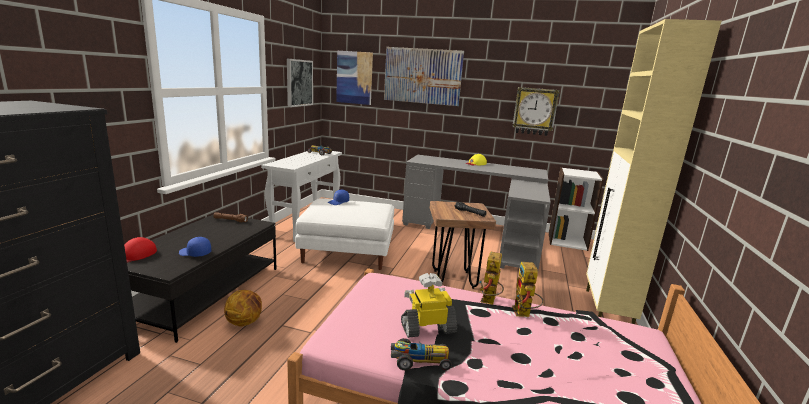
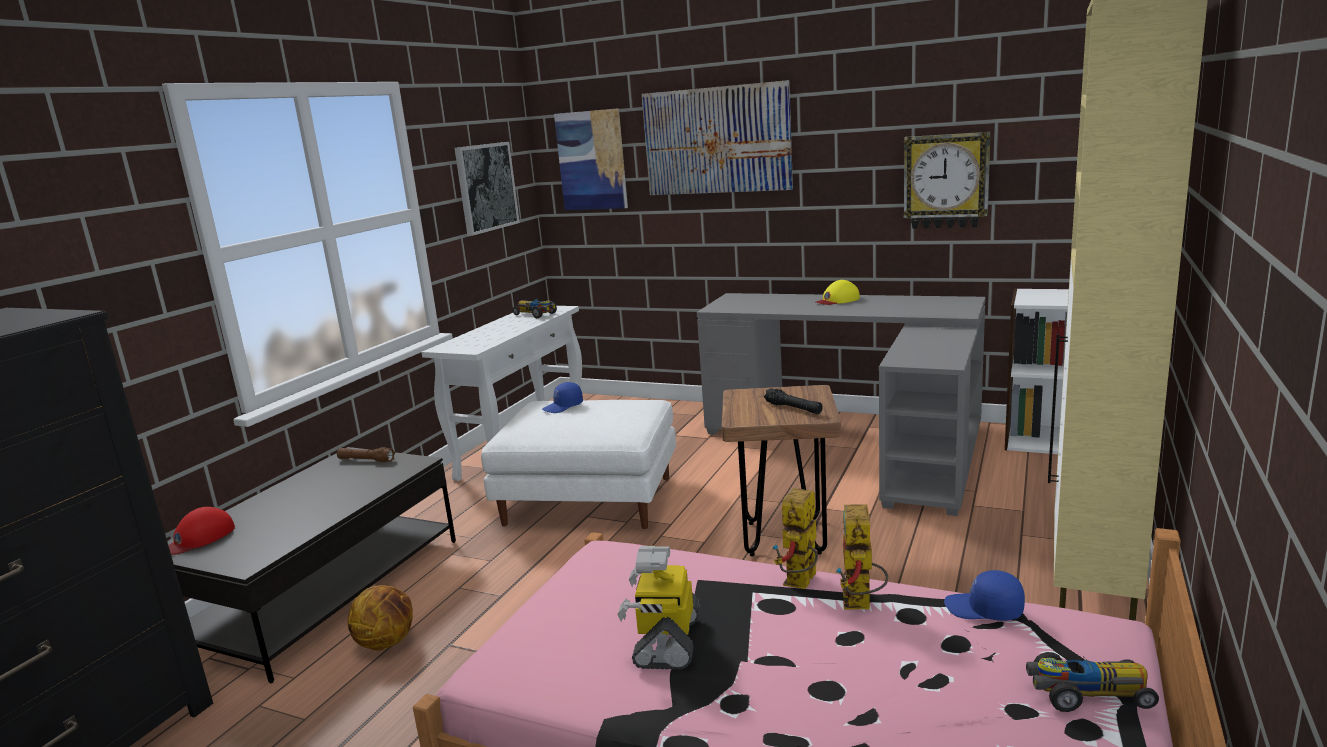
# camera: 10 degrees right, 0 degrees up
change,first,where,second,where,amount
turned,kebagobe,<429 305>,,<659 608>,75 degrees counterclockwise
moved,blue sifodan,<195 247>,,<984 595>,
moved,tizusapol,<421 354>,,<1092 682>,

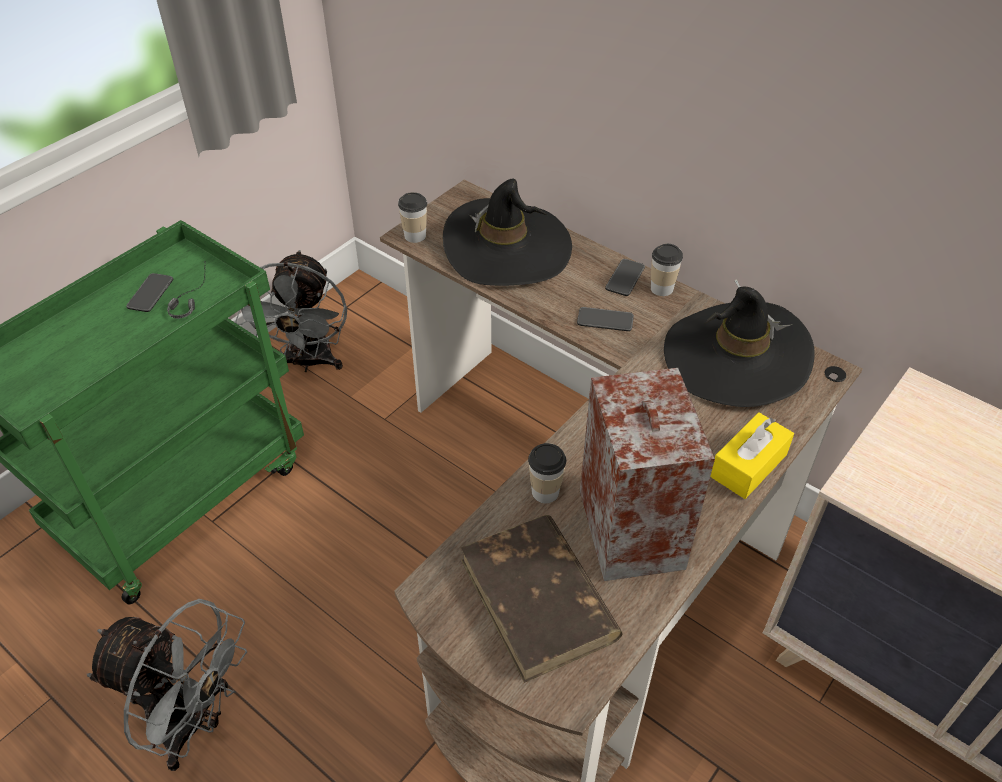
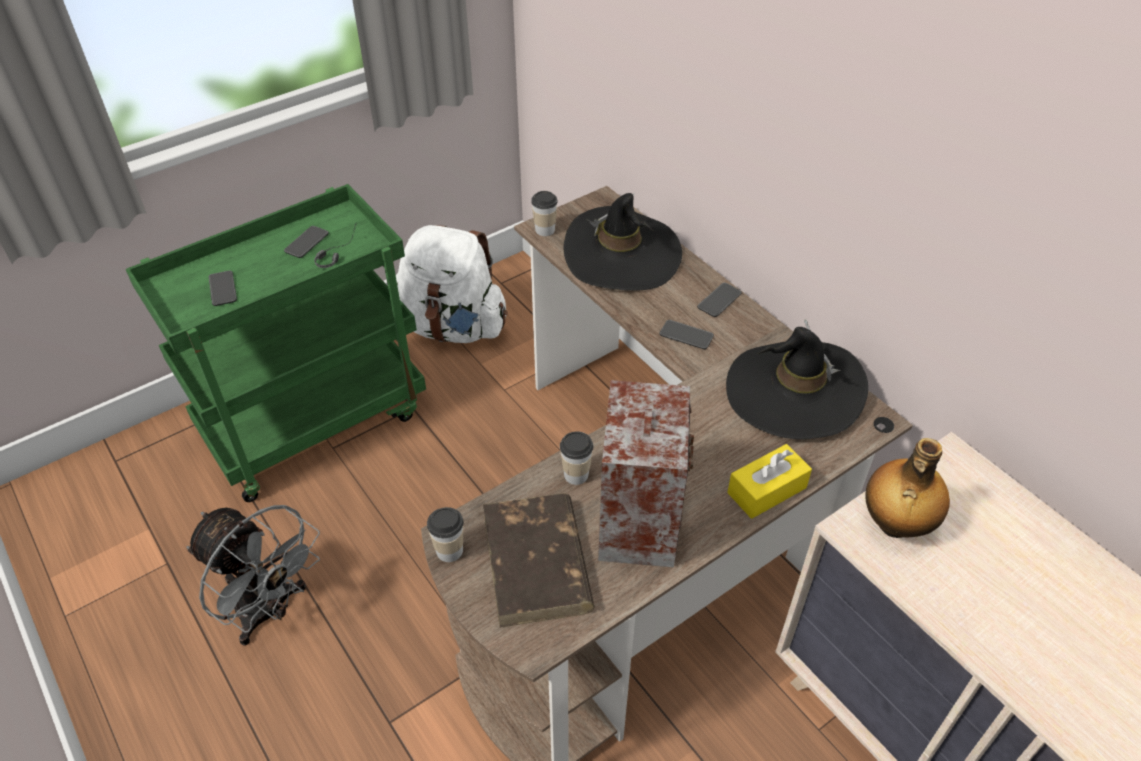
# camera: 15 degrees right, 0 degrees up
change,first,where,second,where,amount
added,,,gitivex,<223 288>,
replaced,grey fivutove,<291 311>,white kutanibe,<452 284>,
moved,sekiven,<667 270>,,<445 534>,
added,,,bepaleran,<907 488>,

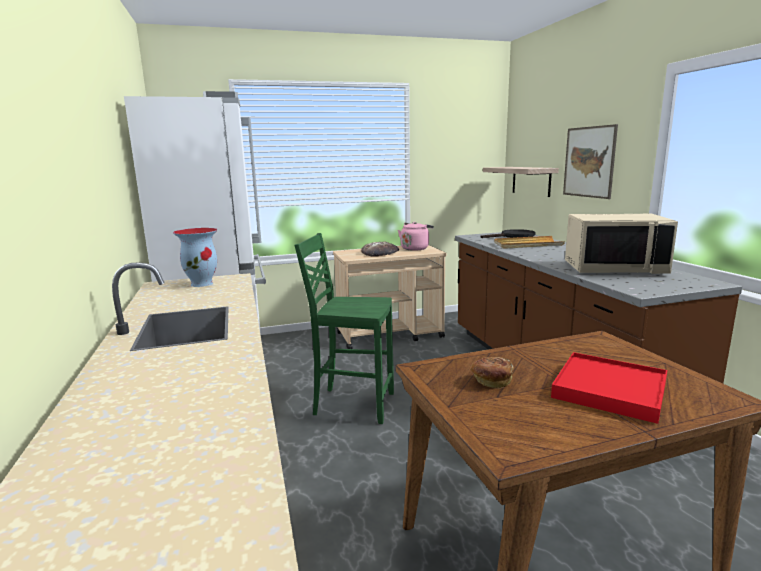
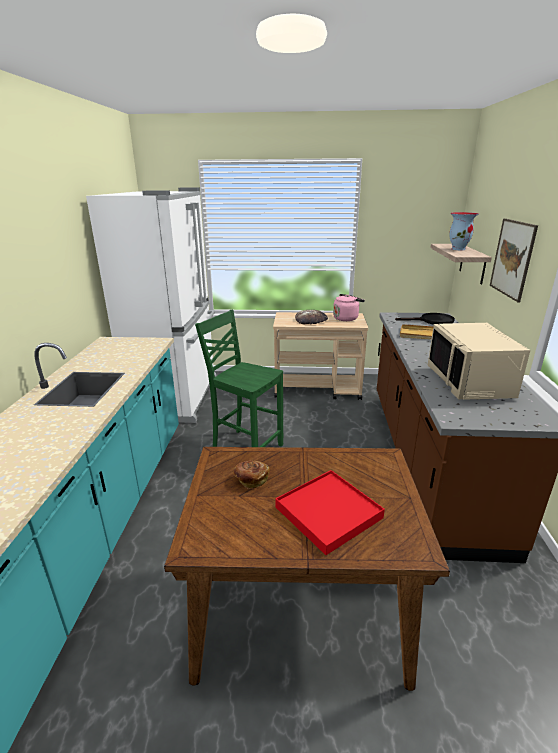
# camera: 20 degrees right, 10 degrees up
change,first,where,second,where,amount
turned,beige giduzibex,<621 244>,,<479 361>,60 degrees clockwise
moved,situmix,<195 257>,,<464 231>,

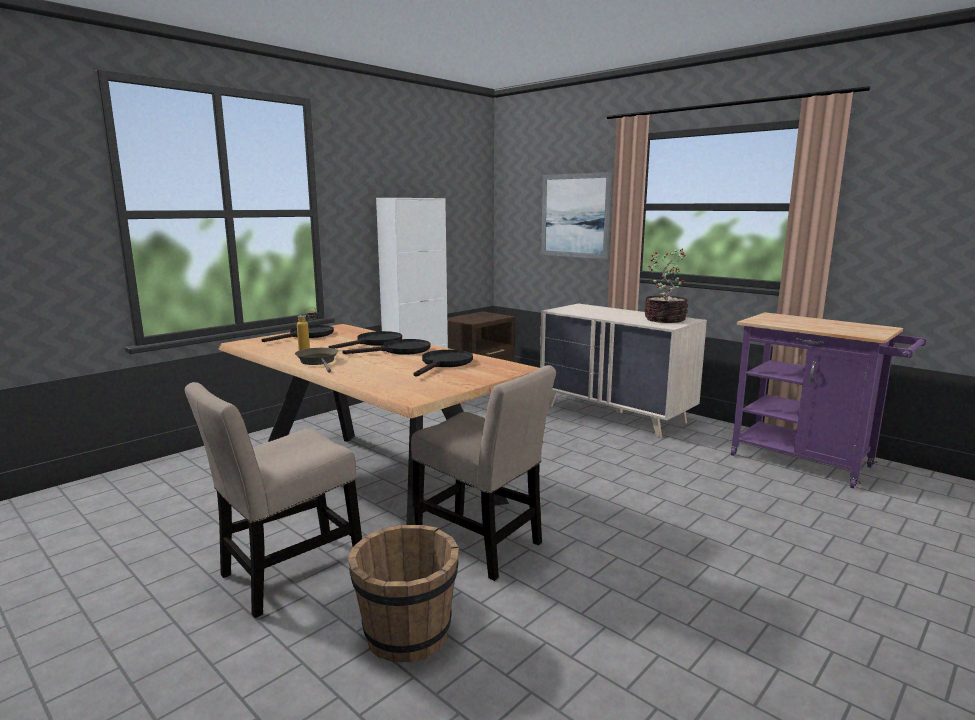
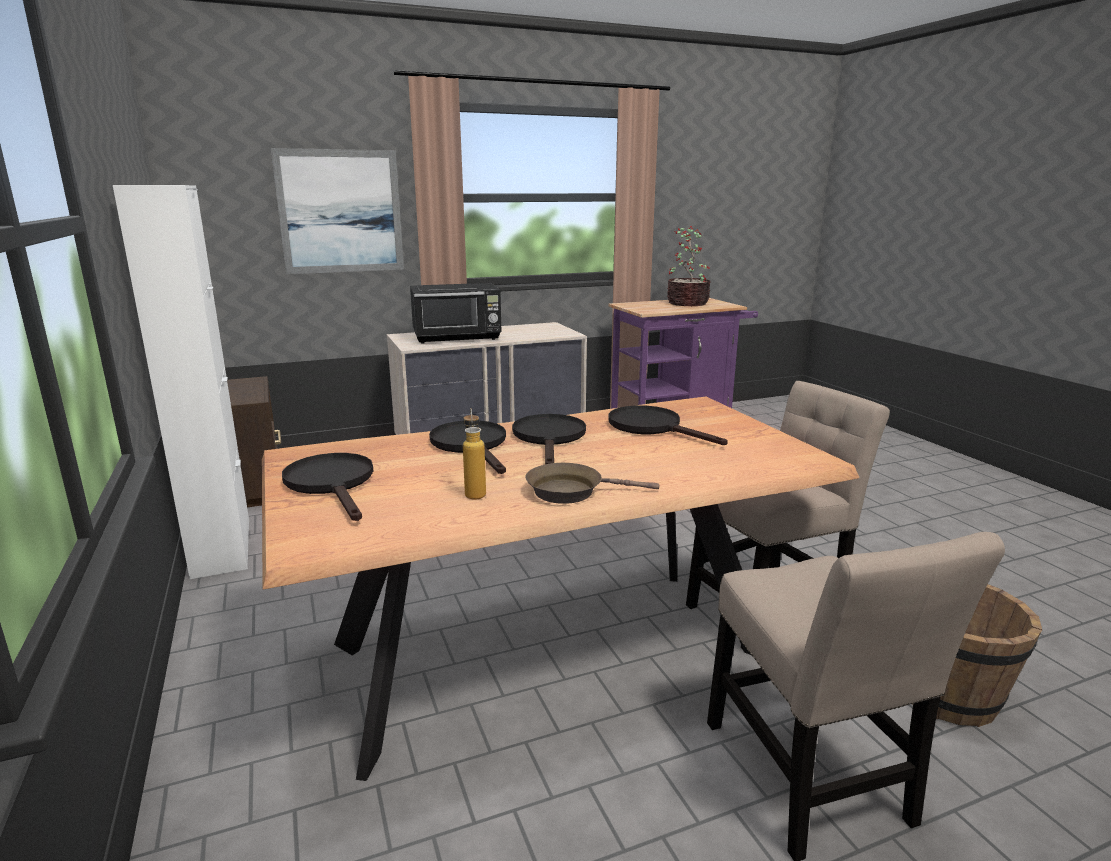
# camera: 65 degrees left, 5 degrees up
change,first,where,second,where,amount
added,,,black giduzibex,<455 313>,
moved,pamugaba,<666 285>,,<689 266>,

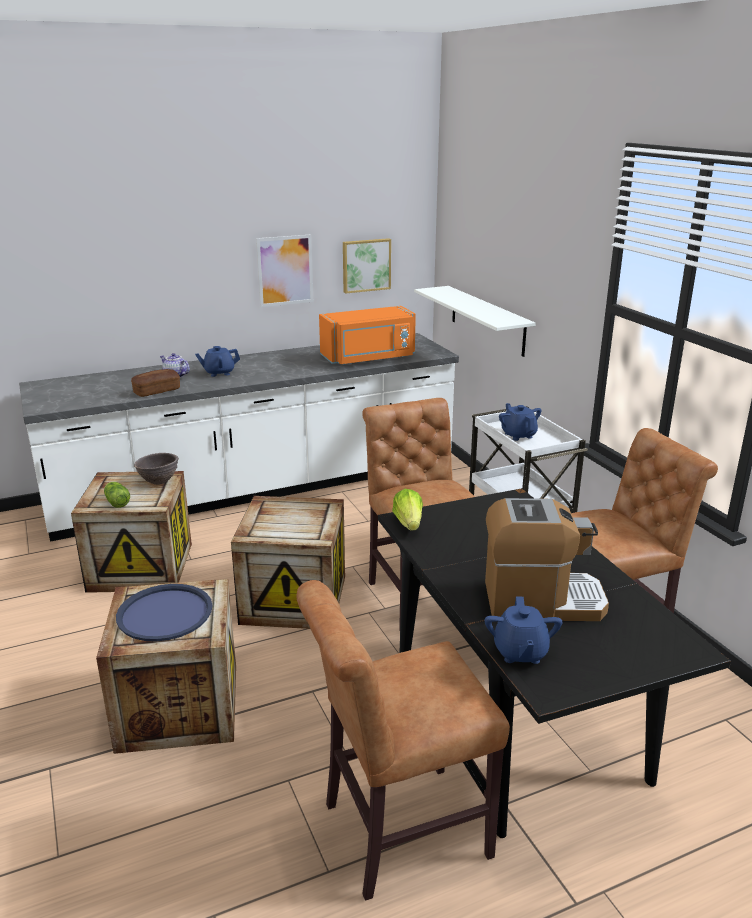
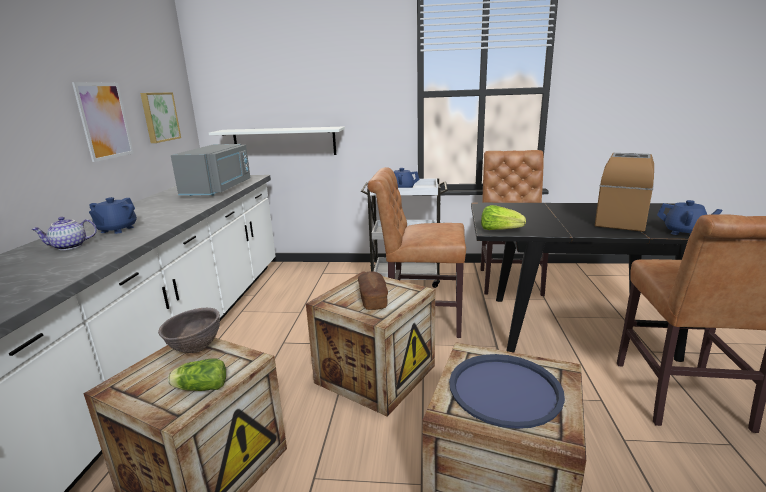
# camera: 60 degrees left, 5 degrees down
change,first,where,second,where,amount
recoloured,orange giduzibex,<367 335>,grey giduzibex,<210 170>,
moved,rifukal,<155 383>,,<373 290>,

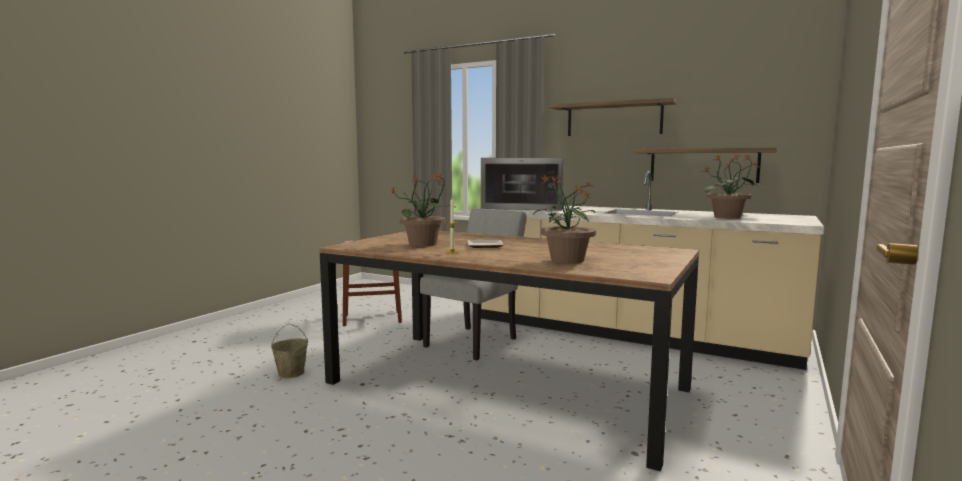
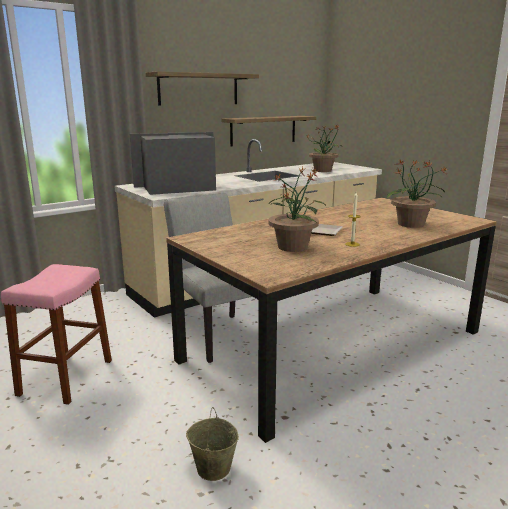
# camera: 65 degrees left, 10 degrees up
change,first,where,second,where,amount
turned,giduzibex,<522 184>,,<173 163>,150 degrees counterclockwise

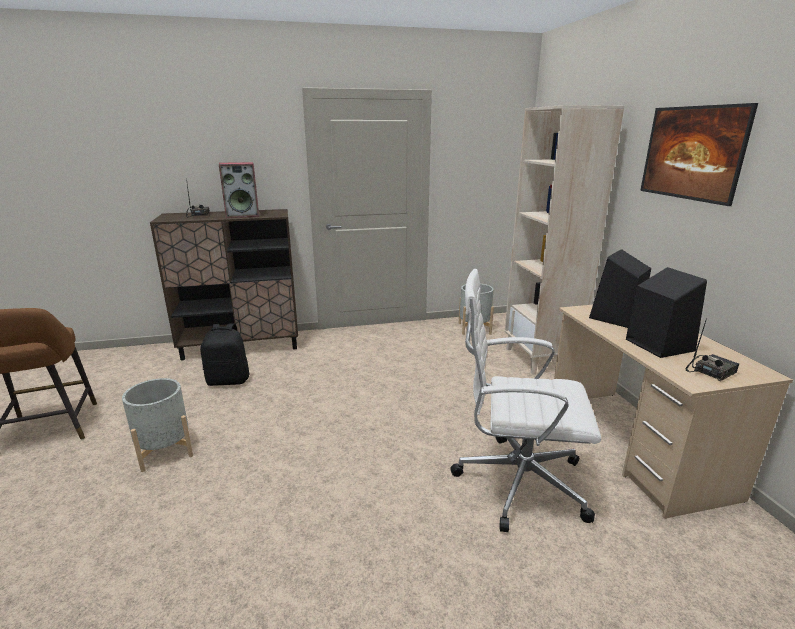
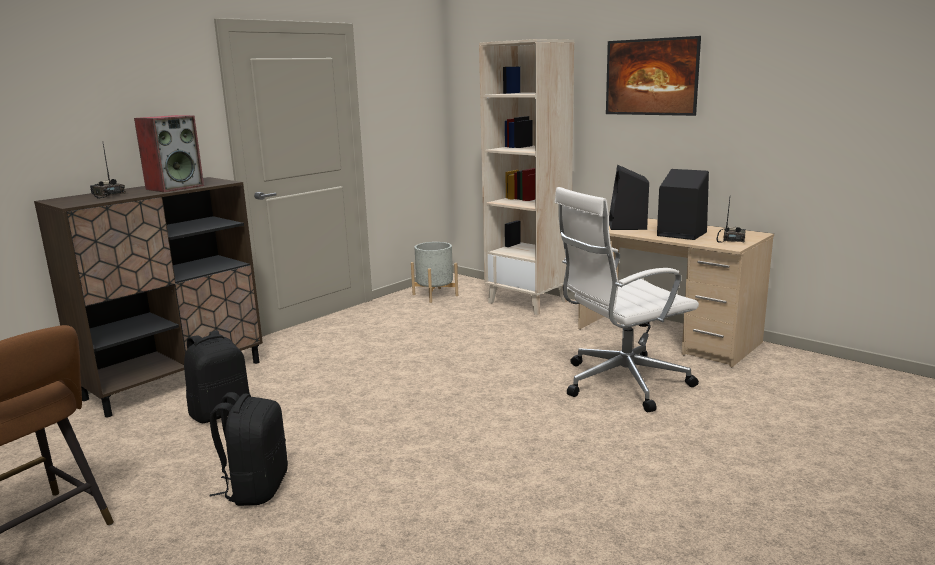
# camera: 35 degrees left, 5 degrees down
change,first,where,second,where,amount
replaced,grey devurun,<157 425>,black kutanibe,<249 449>,

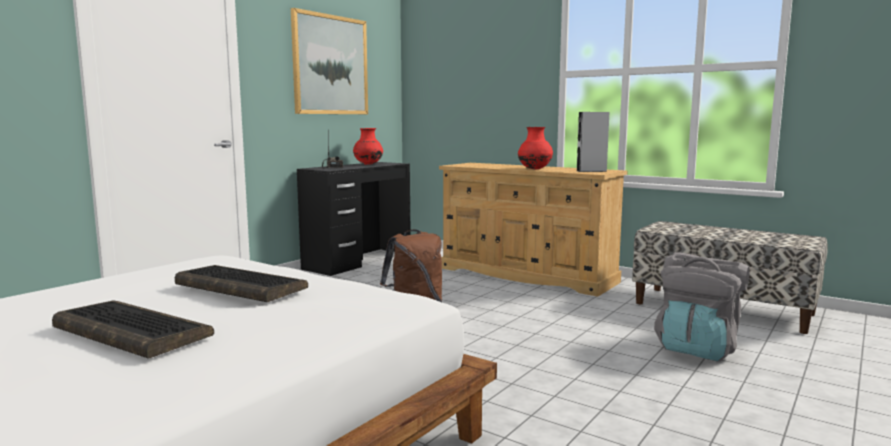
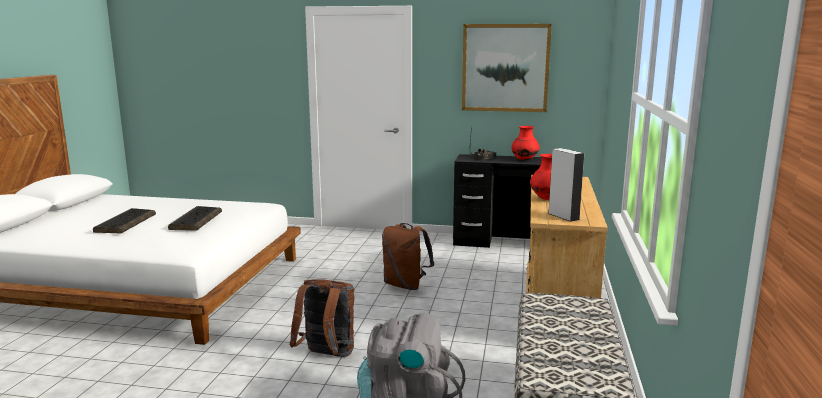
# camera: 65 degrees right, 5 degrees up
change,first,where,second,where,amount
added,,,brown kutanibe,<322 318>,

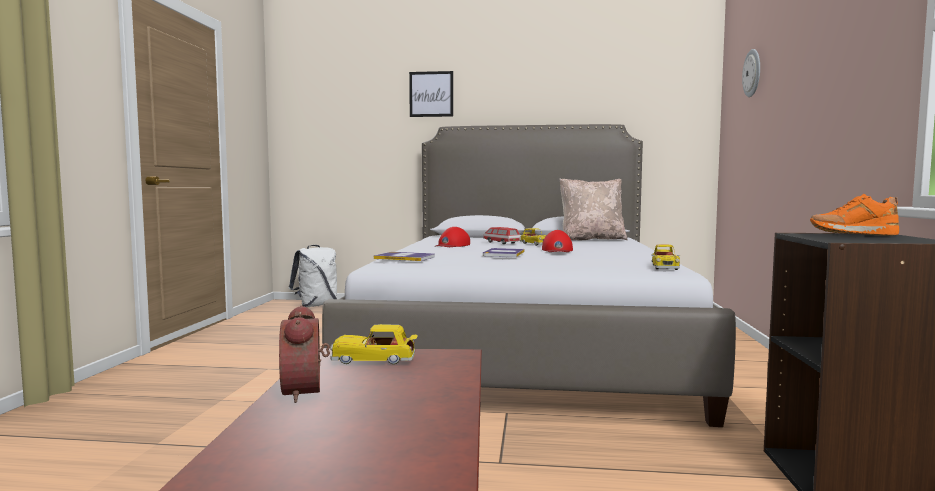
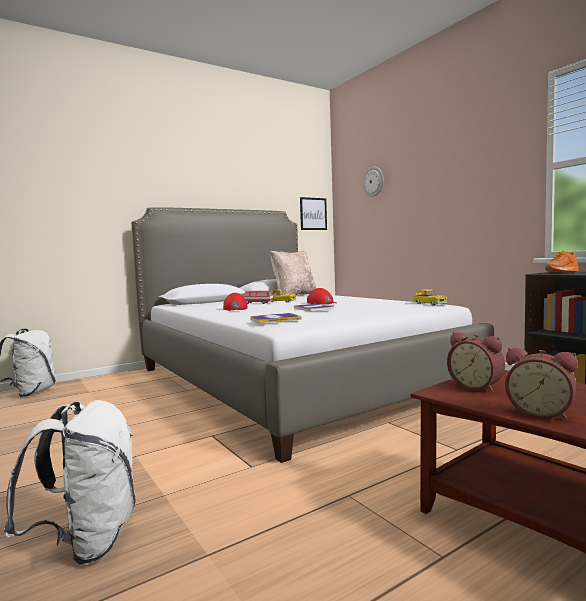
# camera: 40 degrees left, 0 degrees up
change,first,where,second,where,amount
added,,,white kutanibe,<70 482>,
moved,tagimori,<431 94>,,<313 213>,
replaced,tizusapol,<374 344>,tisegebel,<476 362>,

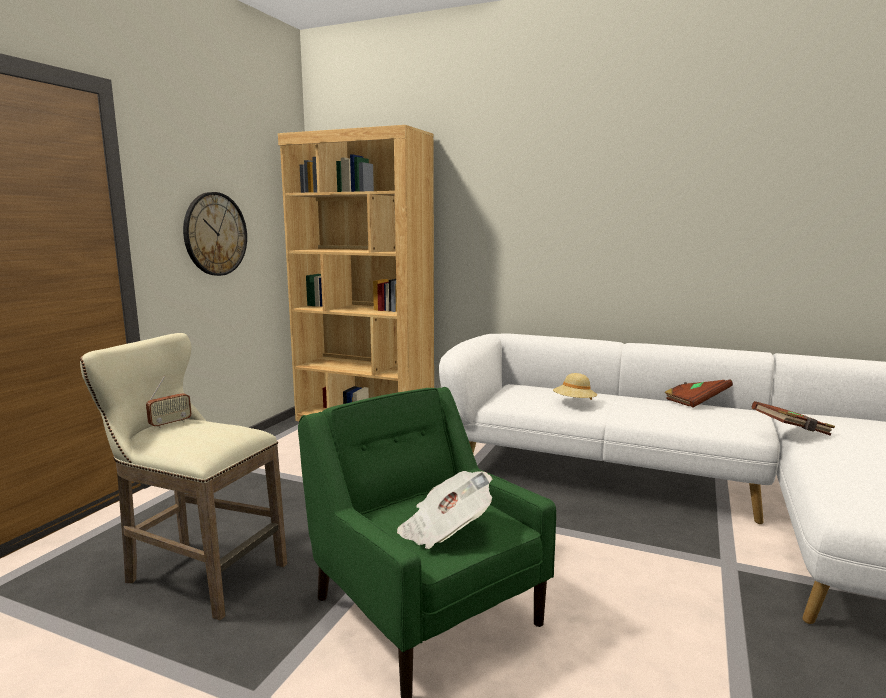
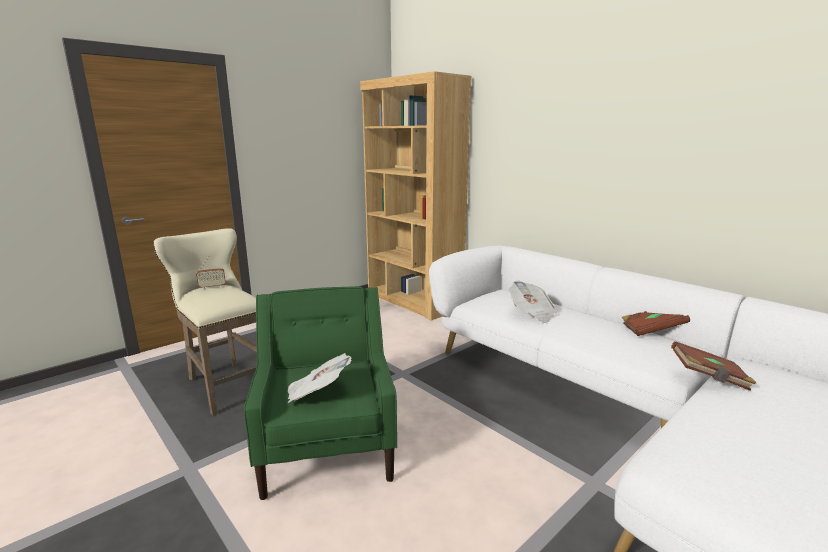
# camera: 25 degrees right, 5 degrees up
change,first,where,second,where,amount
replaced,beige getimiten,<575 386>,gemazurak,<533 302>,
removed,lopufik,<215 234>,,,

